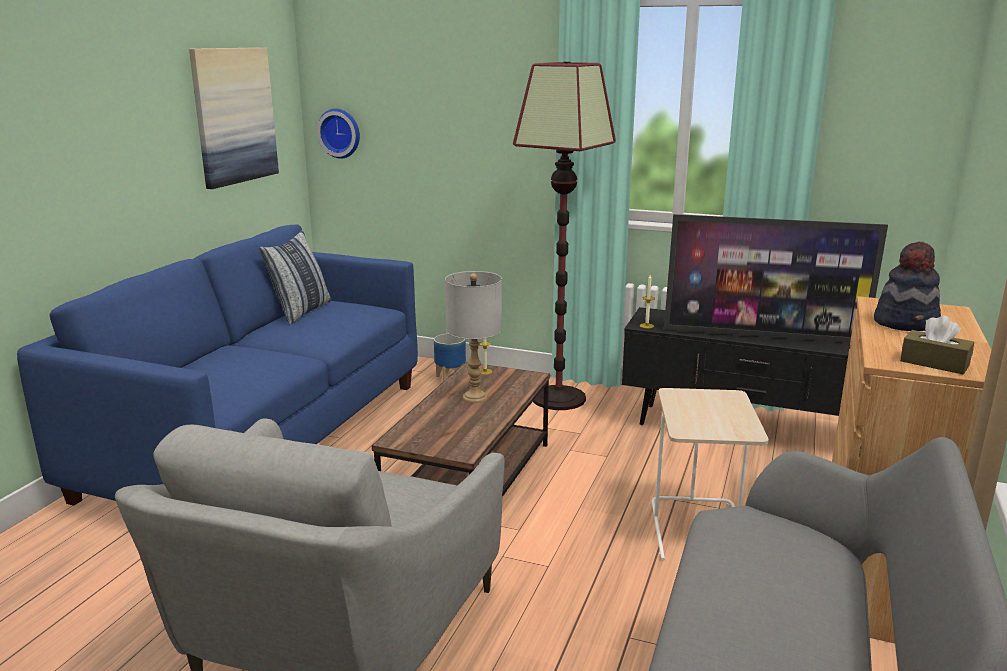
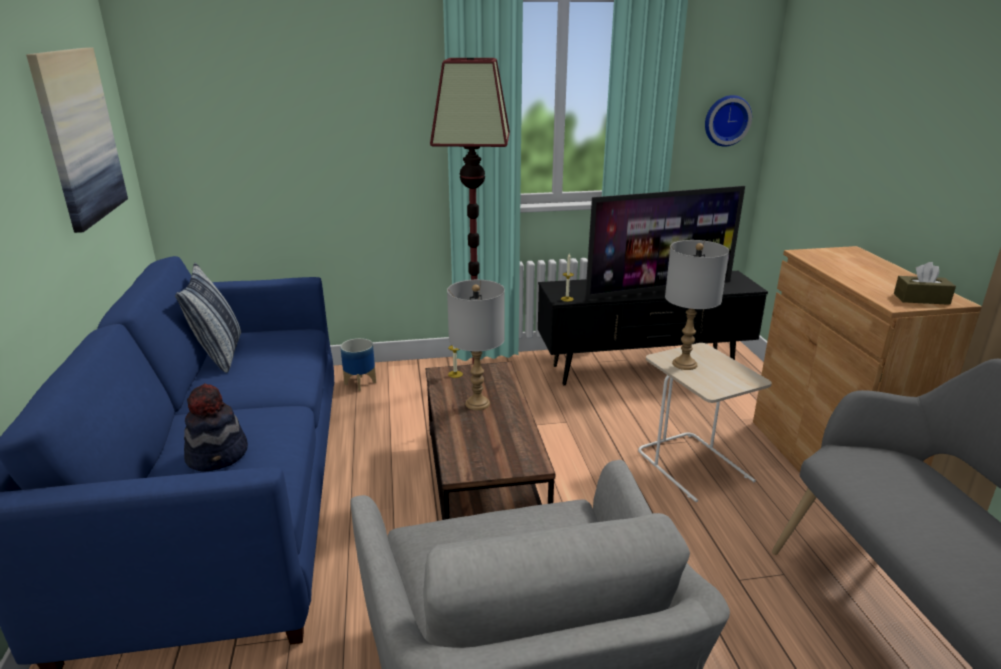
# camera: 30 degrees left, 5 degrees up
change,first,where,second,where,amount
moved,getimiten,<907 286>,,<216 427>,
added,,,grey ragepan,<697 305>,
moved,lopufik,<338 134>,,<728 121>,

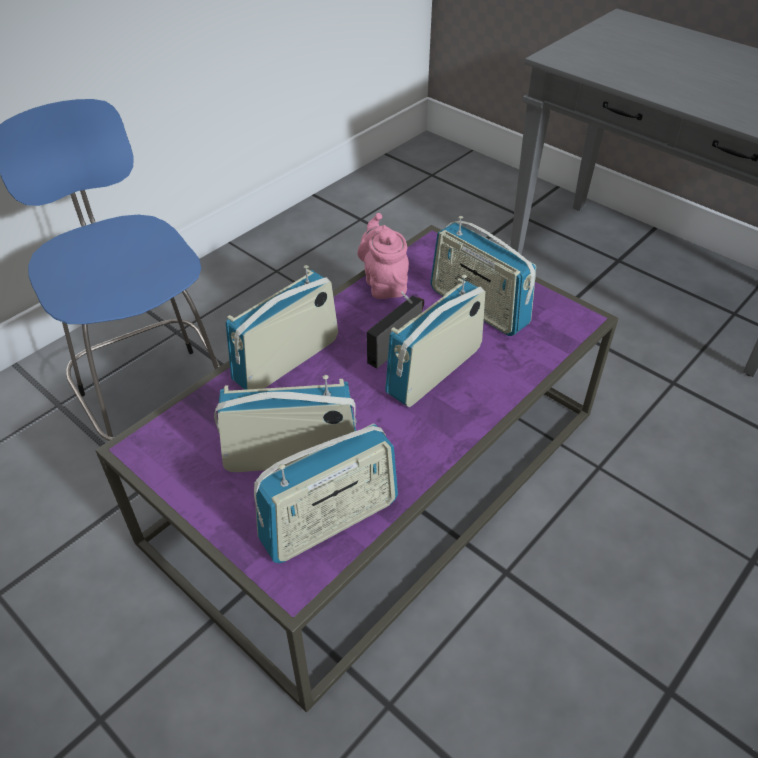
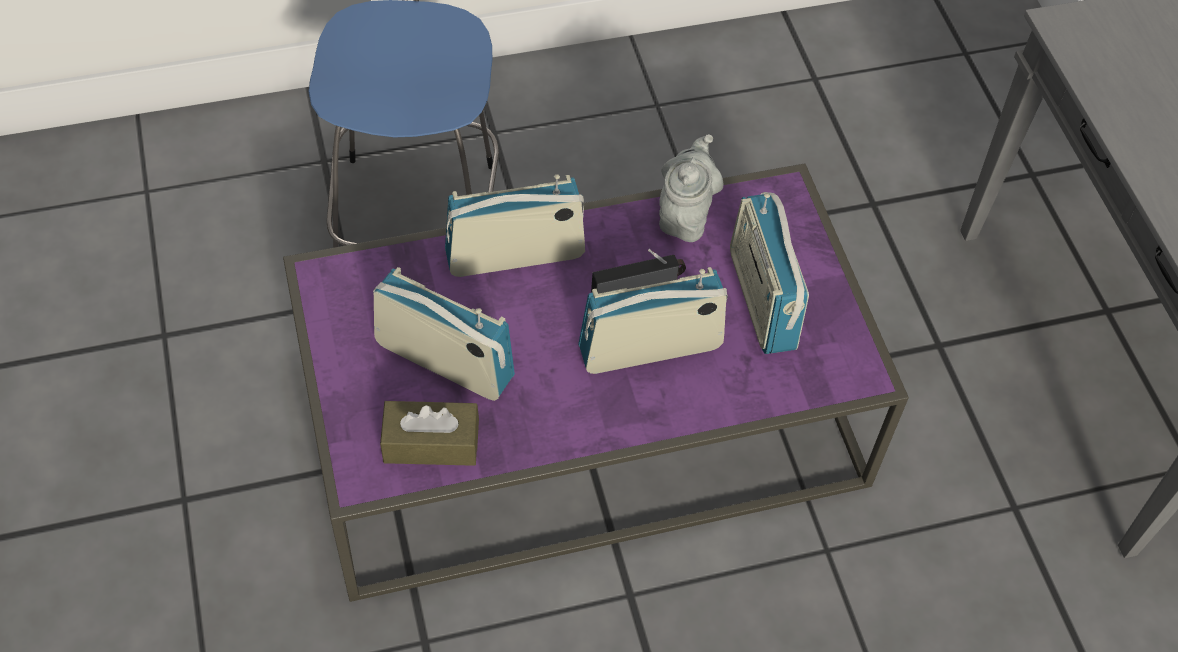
# camera: 30 degrees right, 10 degrees up
change,first,where,second,where,amount
replaced,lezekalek,<326 493>,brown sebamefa,<429 433>,
recoloured,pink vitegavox,<383 256>,grey vitegavox,<691 188>,

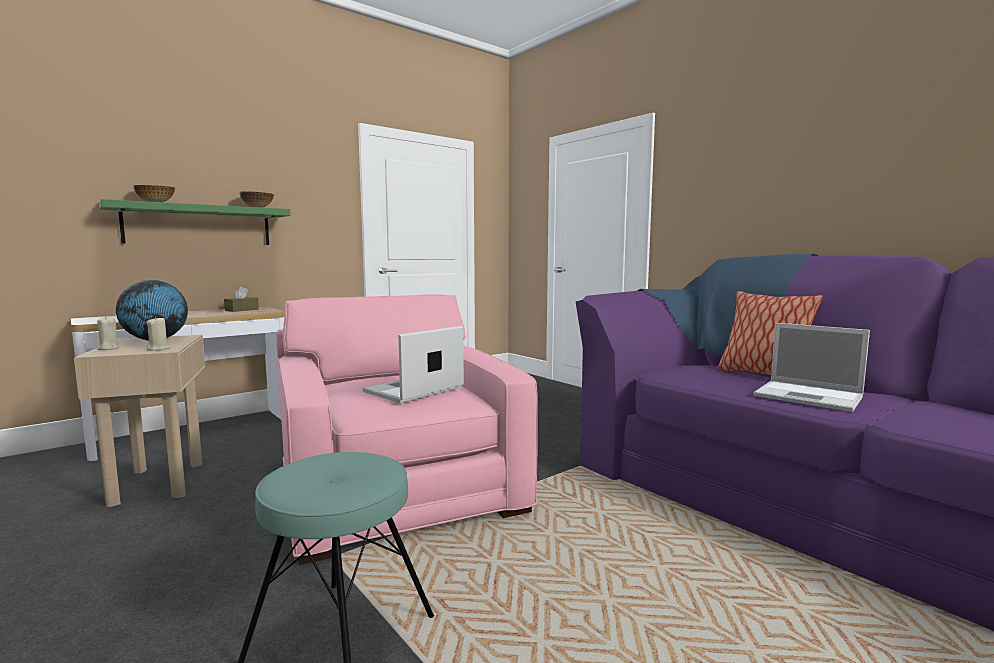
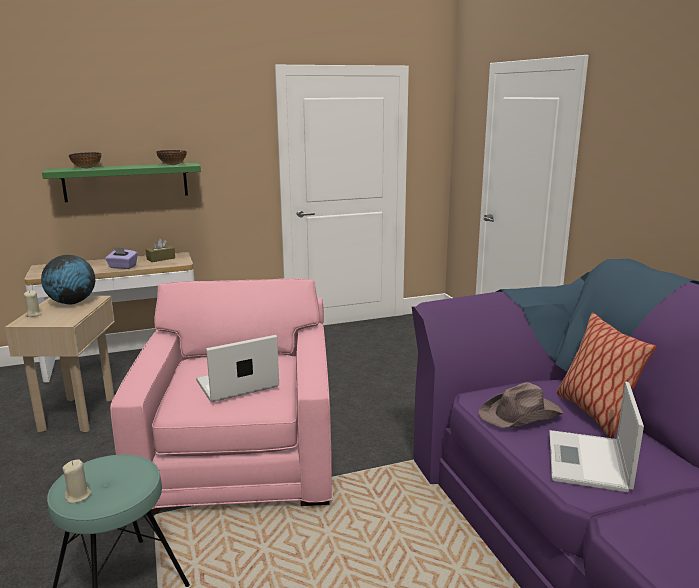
# camera: 20 degrees right, 10 degrees up
change,first,where,second,where,amount
moved,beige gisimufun,<158 334>,,<77 481>,
added,,,purple sebamefa,<121 258>,
added,,,brown getimiten,<521 405>,
turned,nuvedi,<812 367>,,<596 437>,45 degrees clockwise

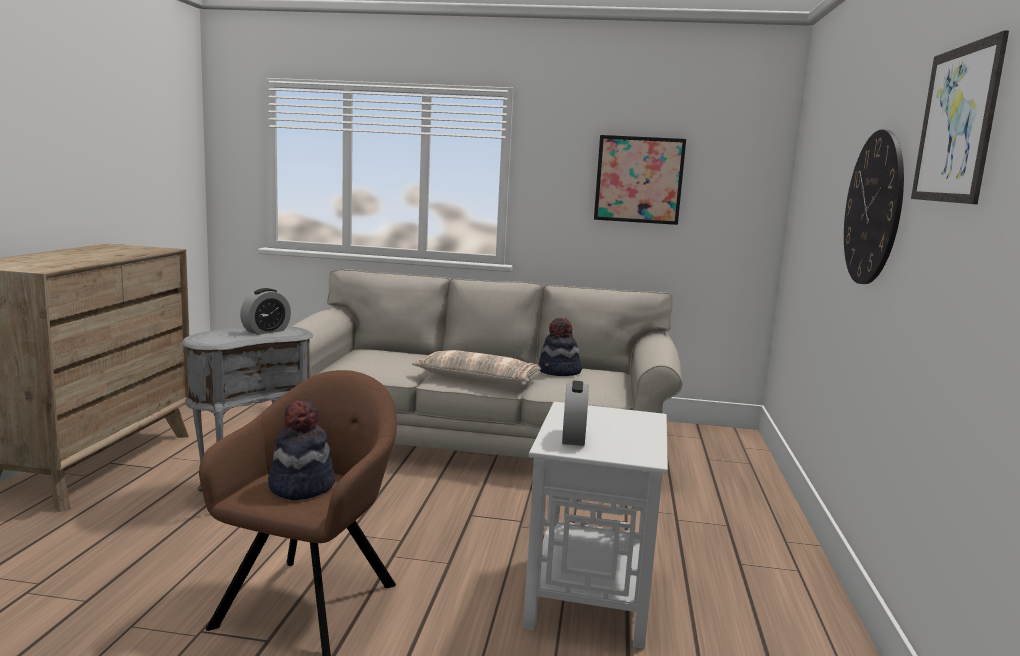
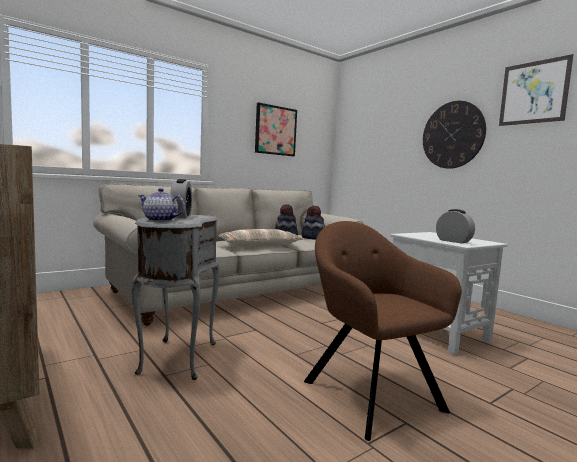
# camera: 45 degrees left, 5 degrees down
change,first,where,second,where,amount
added,,,vitegavox,<161 205>,
moved,getimiten,<301 449>,,<313 223>,

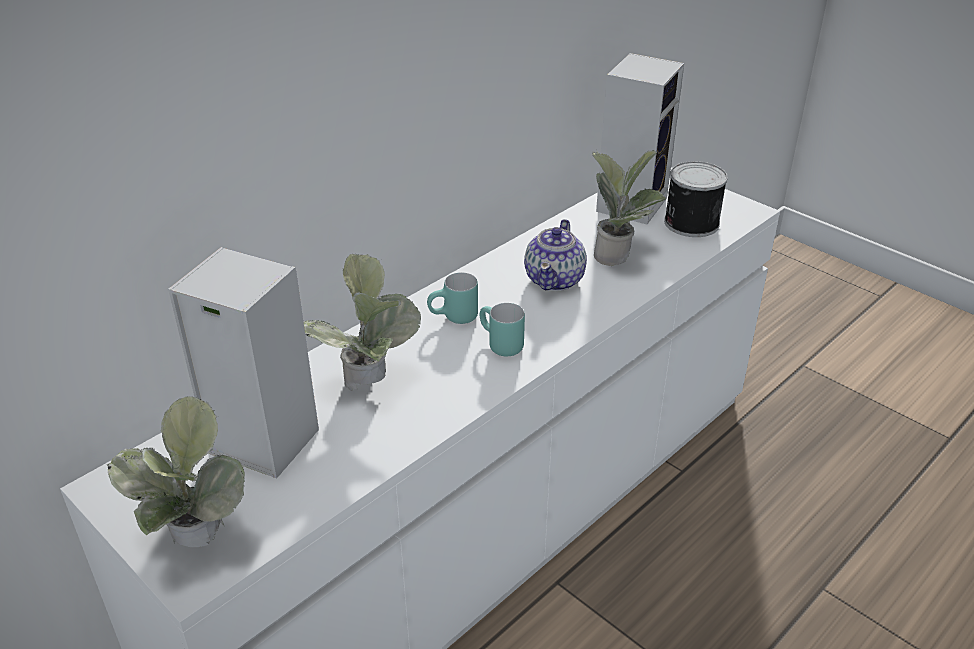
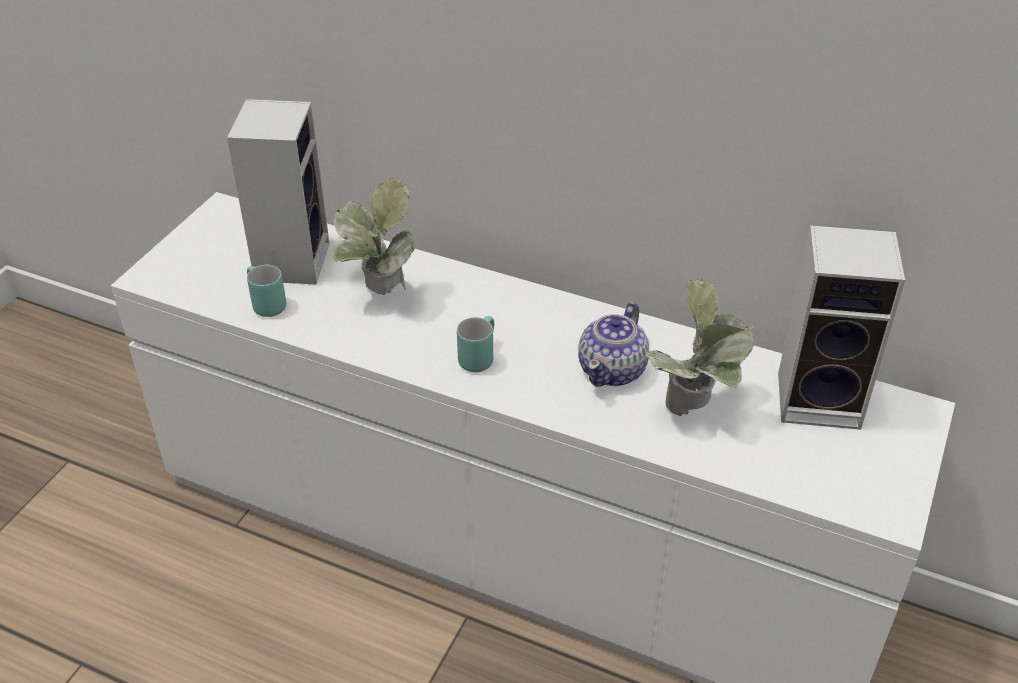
# camera: 70 degrees right, 5 degrees up
change,first,where,second,where,amount
moved,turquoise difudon,<452 298>,,<266 291>,
turned,vitegavox,<555 255>,,<613 344>,60 degrees counterclockwise
removed,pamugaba,<176 471>,,,
removed,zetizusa,<696 199>,,,

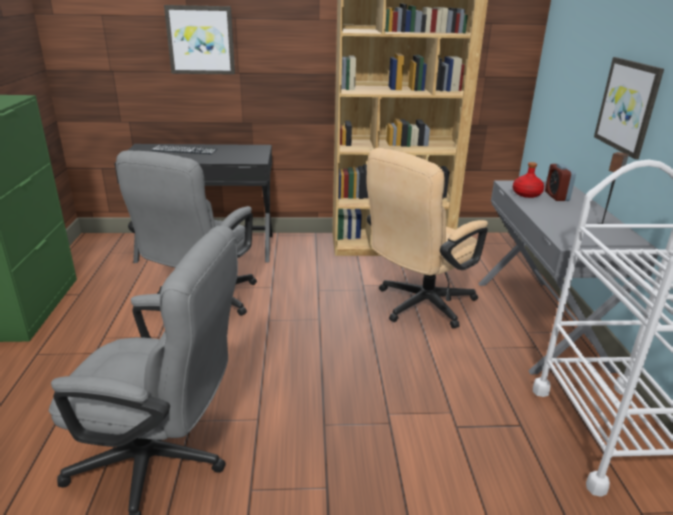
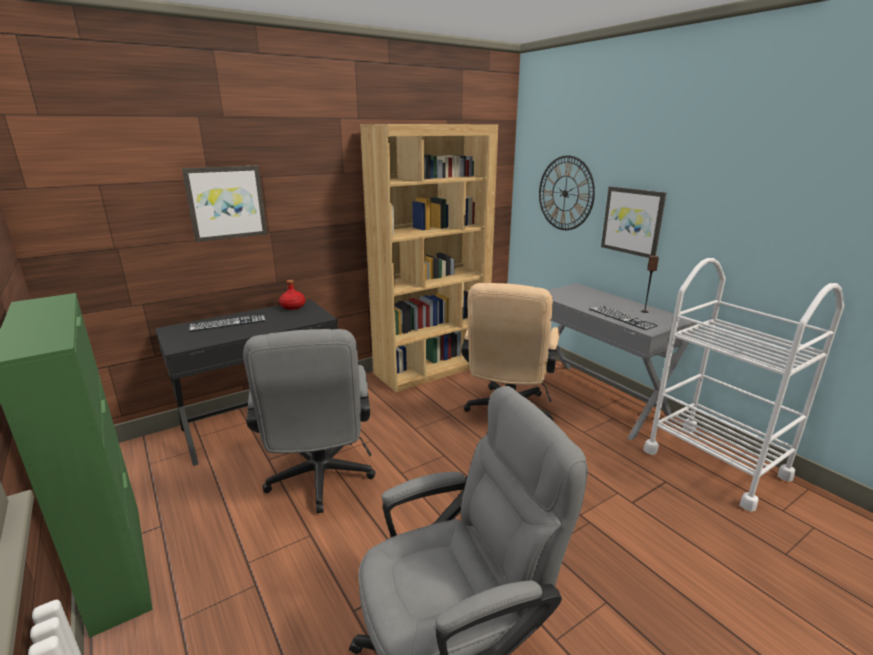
# camera: 30 degrees left, 5 degrees down
change,first,where,second,where,amount
moved,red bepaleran,<528 180>,,<292 295>,
added,,,lopufik,<567 192>,
added,,,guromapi,<623 317>,
removed,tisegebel,<560 182>,,,

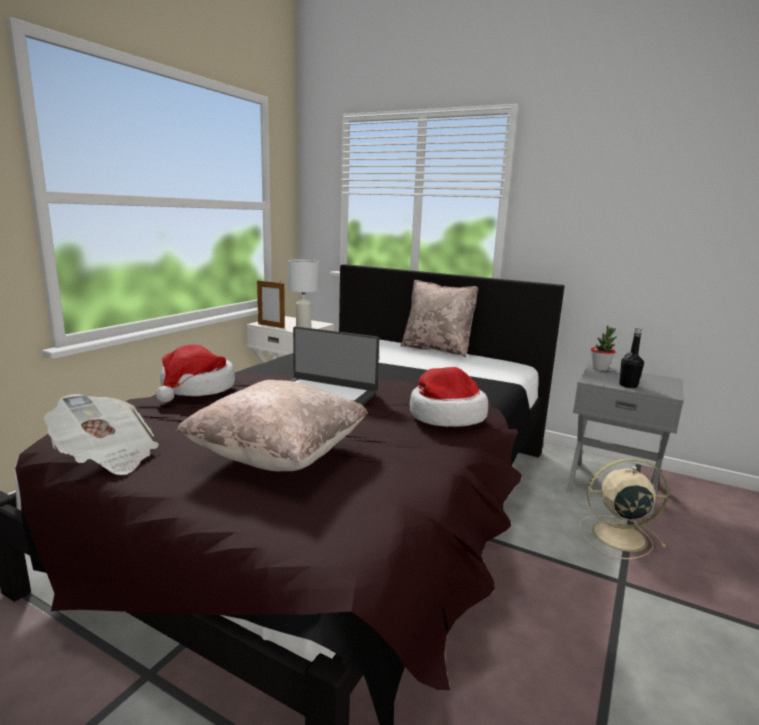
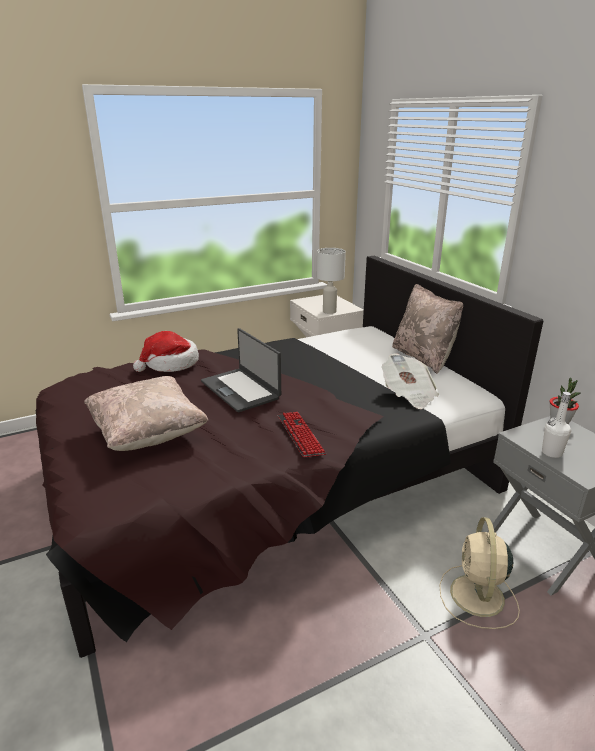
# camera: 35 degrees right, 10 degrees up
change,first,where,second,where,amount
replaced,getimiten,<449 397>,guromapi,<302 434>,
moved,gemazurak,<101 434>,,<410 381>,
turned,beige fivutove,<623 508>,,<479 573>,120 degrees counterclockwise
recoloured,black bepaleran,<631 357>,white bepaleran,<556 425>,
removed,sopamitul,<271 304>,,,

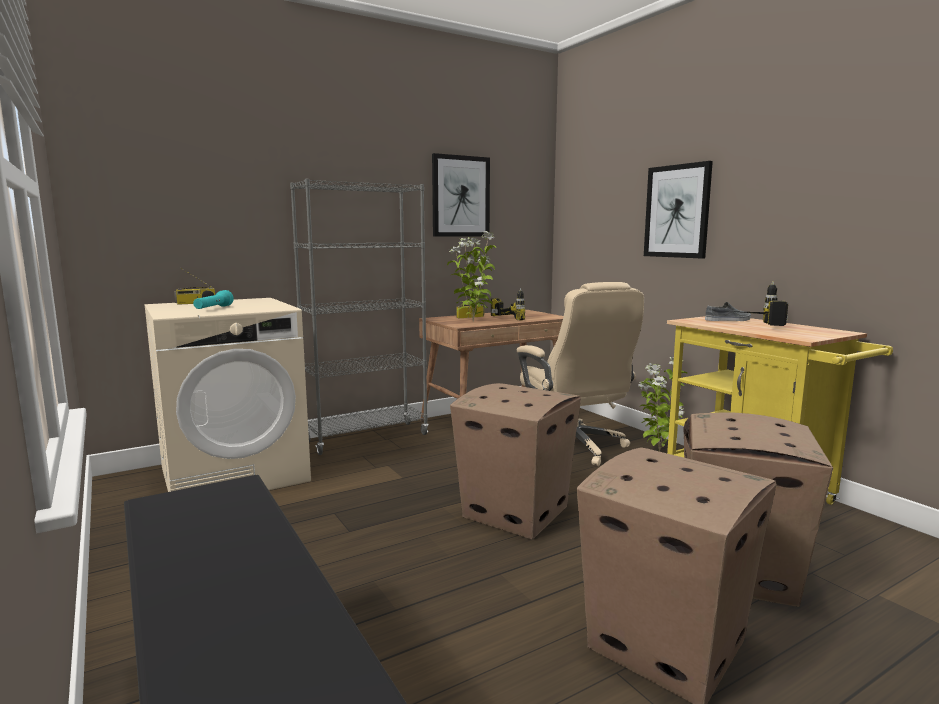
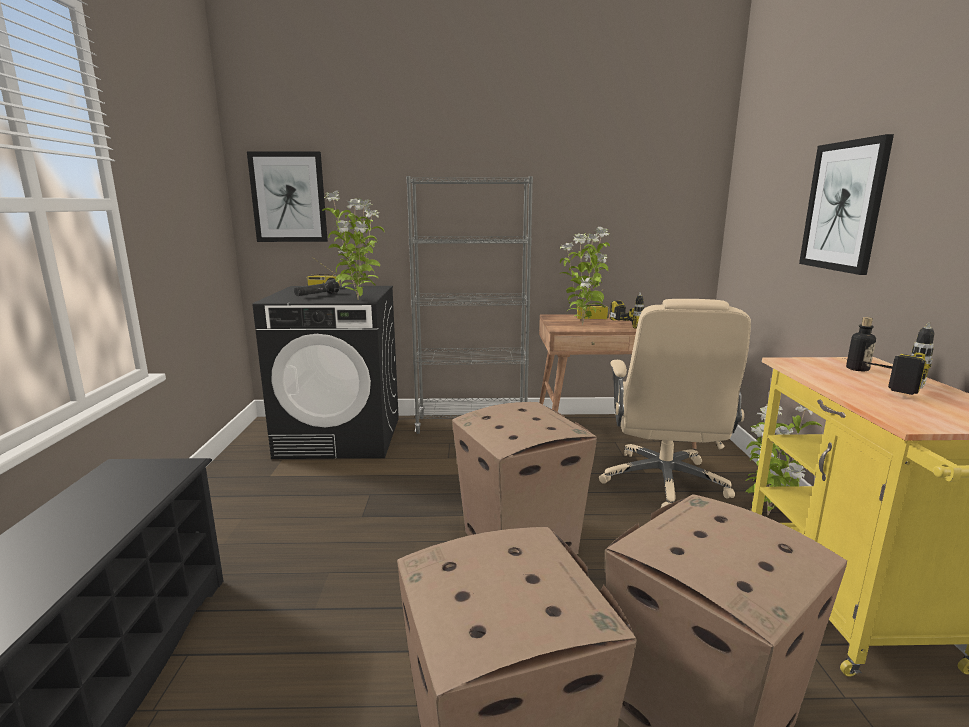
# camera: 30 degrees right, 5 degrees up
change,first,where,second,where,amount
moved,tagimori,<461 195>,,<287 196>,
recoloured,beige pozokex,<227 395>,black pozokex,<326 372>,
recoloured,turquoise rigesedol,<213 299>,black rigesedol,<317 287>,
added,,,pamugaba,<353 244>,
replaced,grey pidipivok,<728 311>,bepaleran,<861 344>,

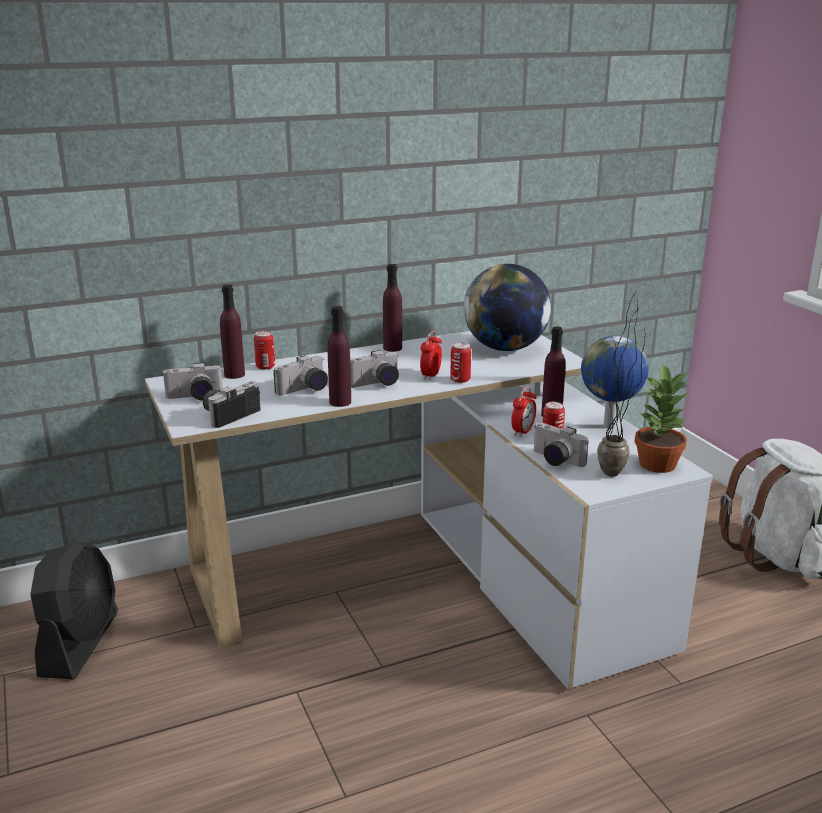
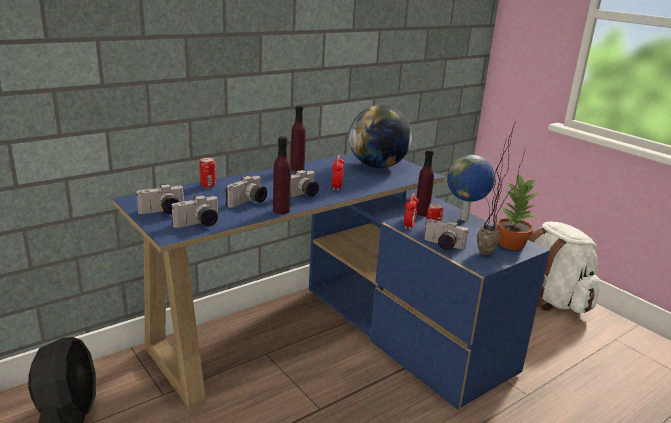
# camera: 15 degrees left, 0 degrees up
change,first,where,second,where,amount
recoloured,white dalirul,<429 510>,blue dalirul,<331 281>,
turned,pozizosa,<232 404>,,<195 211>,150 degrees counterclockwise
removed,purple bepaleran,<232 332>,,,
removed,zetizusa,<460 362>,,,

